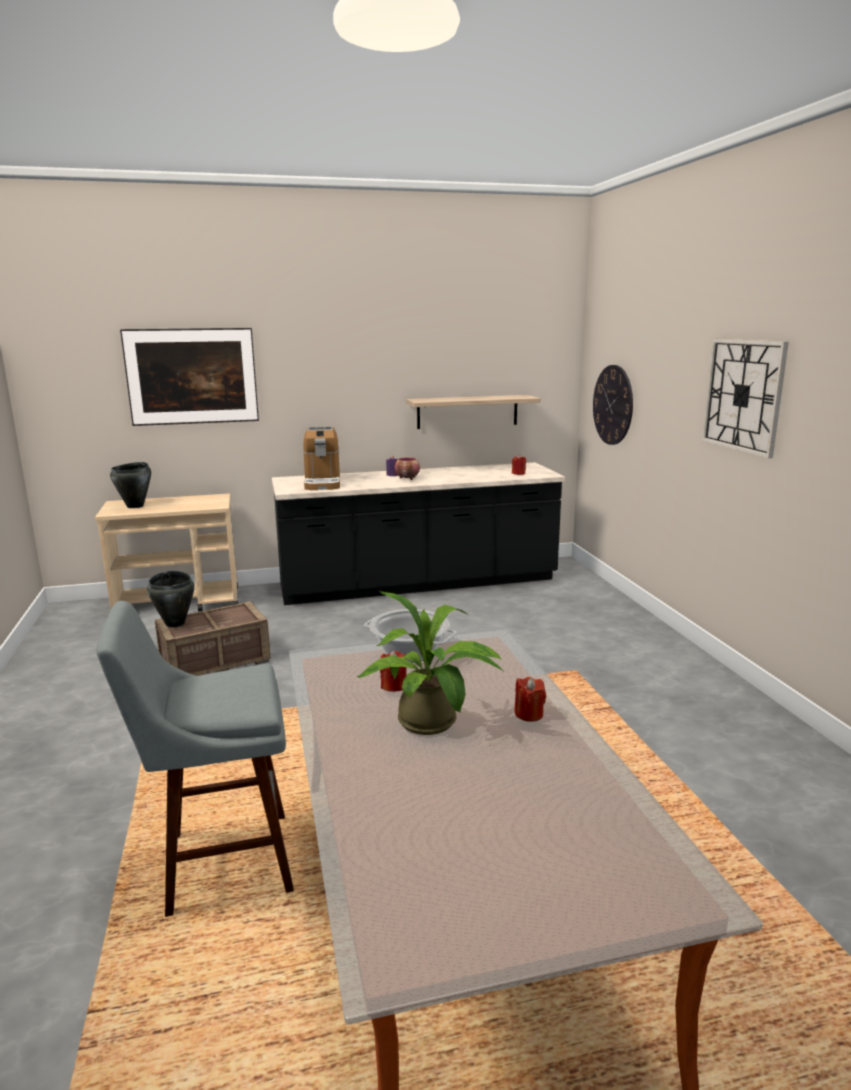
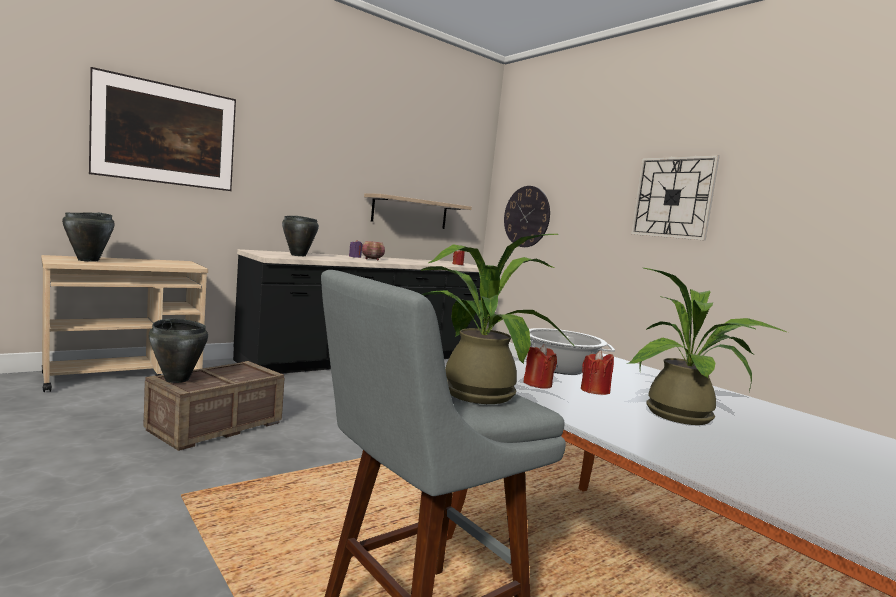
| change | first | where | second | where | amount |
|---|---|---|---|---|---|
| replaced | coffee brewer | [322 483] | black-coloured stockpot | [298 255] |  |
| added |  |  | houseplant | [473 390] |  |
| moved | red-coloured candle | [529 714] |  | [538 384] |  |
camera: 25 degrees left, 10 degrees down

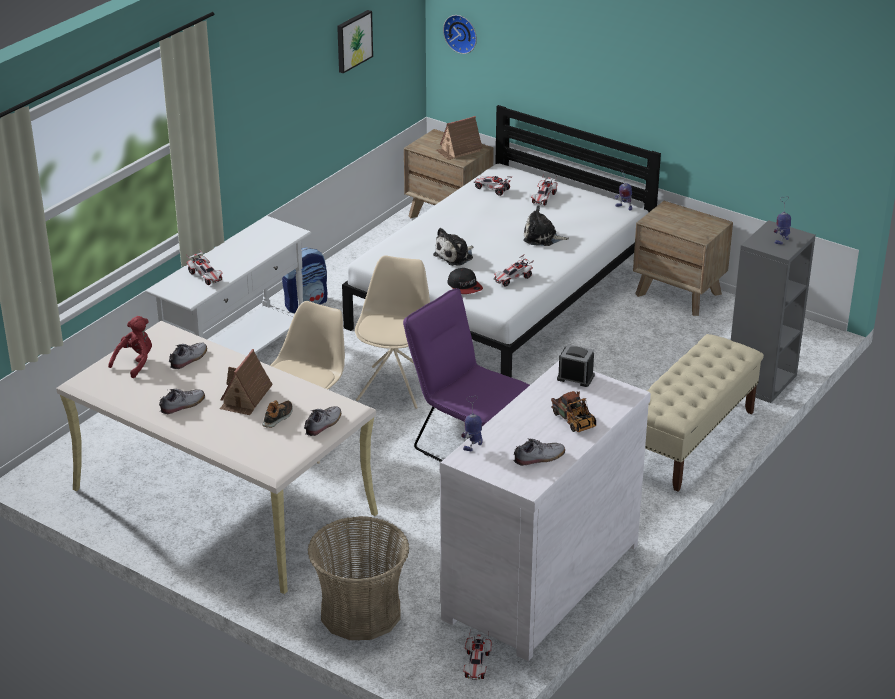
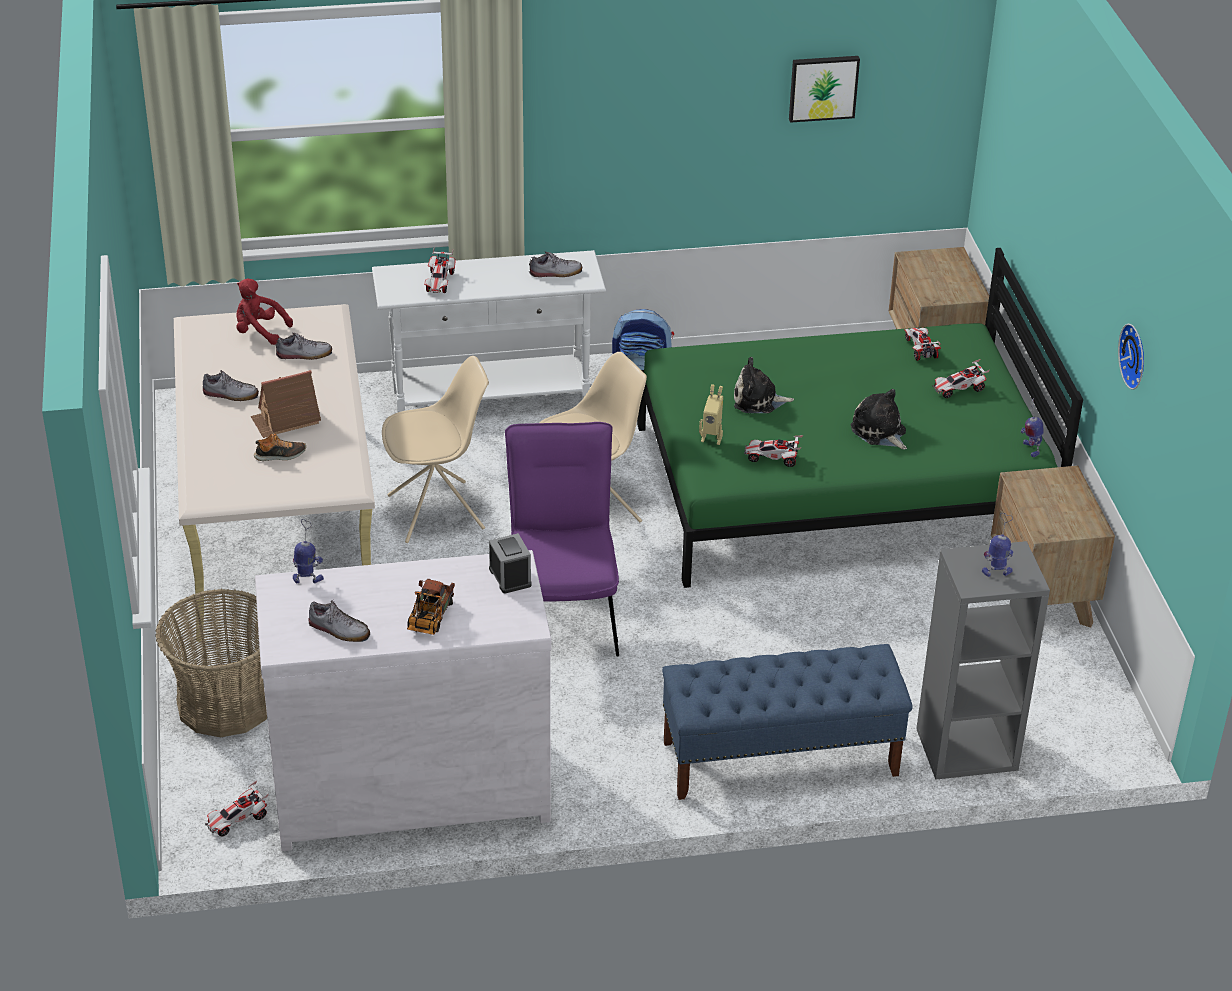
| change | first | where | second | where | amount |
|---|---|---|---|---|---|
| turned | red-coloured soft toy | [135 363] |  | [259 332] | 150 degrees counterclockwise |
| moved | low shoe | [323 424] |  | [555 272] |  |
| recoloured | white sleeping bed | [502 298] | greenish sleeping bed | [840 486] |  |
| recoloured | sand-coloured bench | [690 441] | blue bench | [779 759] |  |
| replaced | baseball cap | [465 286] | toy robot | [712 438] |  |
| moved | clock on the wall | [461 33] |  | [1136 356] |  |
| removed | model house | [459 150] |  |  |  |
camera: 45 degrees right, 5 degrees up

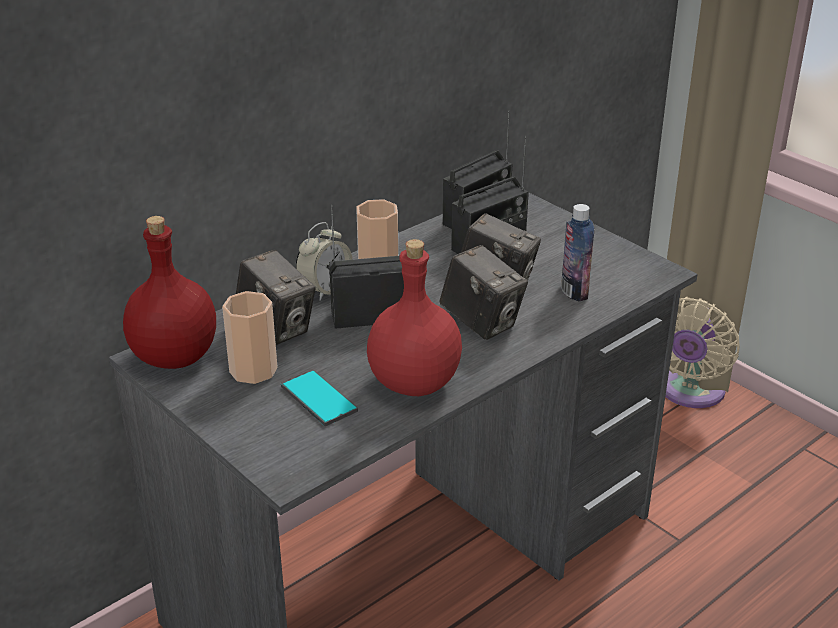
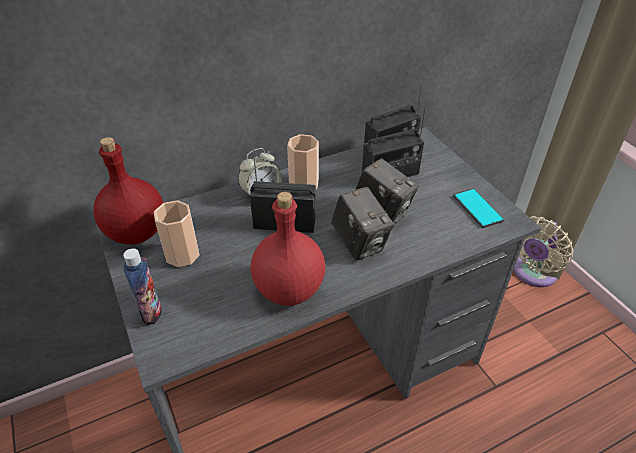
| change | first | where | second | where | amount |
|---|---|---|---|---|---|
| moved | bottle | [574 292] |  | [151 312] |  |
| moved | phone | [318 398] |  | [477 208] |  |
| removed | still camera | [276 328] |  |  |  |
camera: 15 degrees right, 10 degrees up

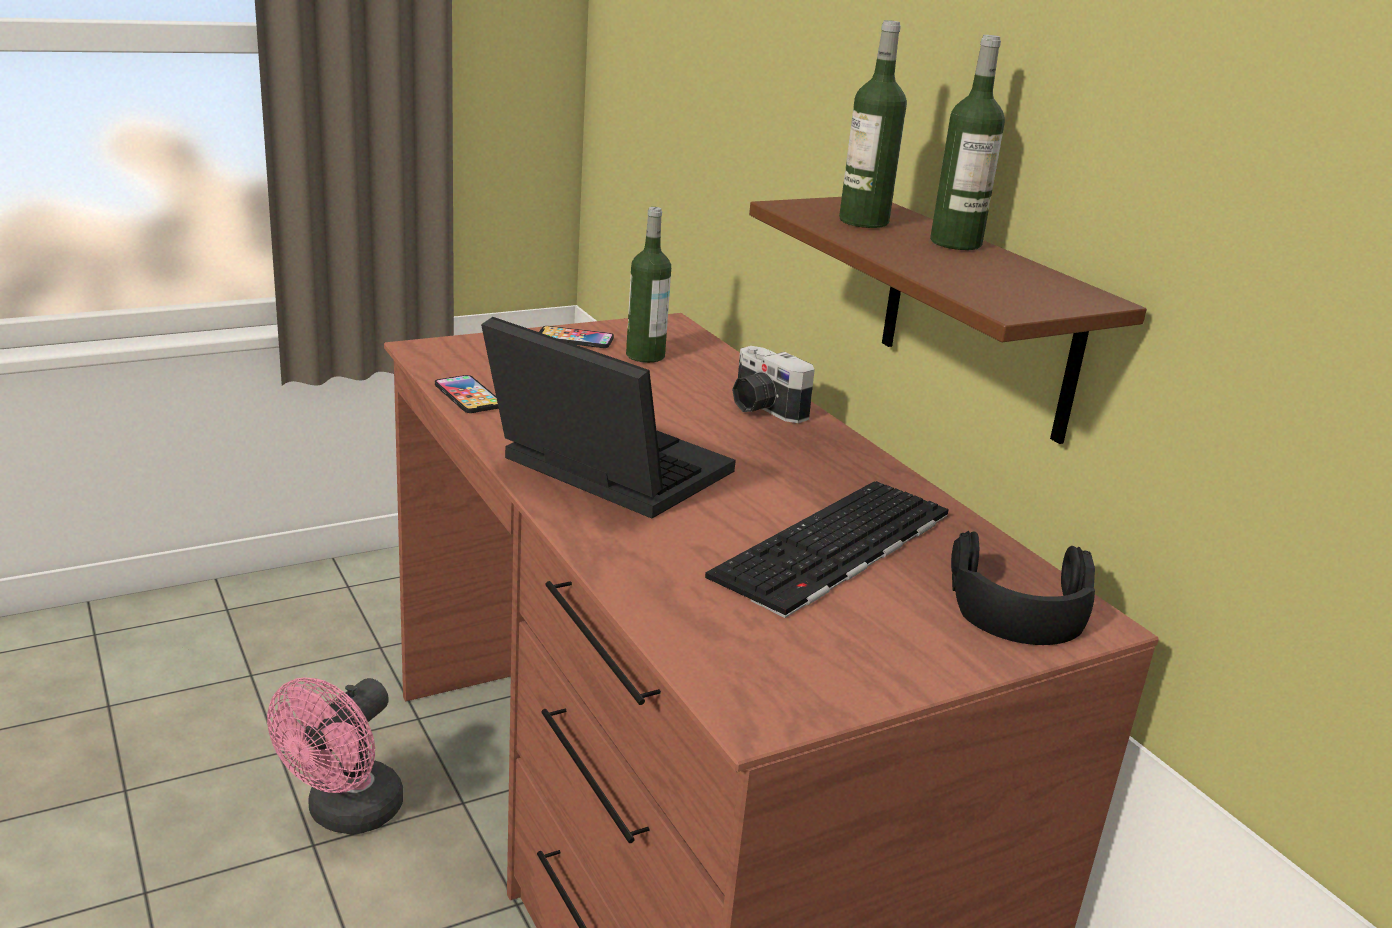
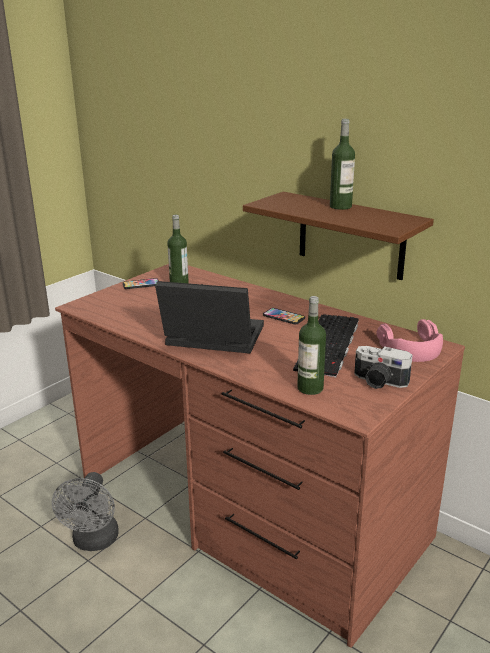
| change | first | where | second | where | amount |
|---|---|---|---|---|---|
| recoloured | pinkish fan | [346 815] | gray fan | [94 542] |  |
| moved | phone | [468 396] |  | [283 317] |  |
| moved | bottle | [863 221] |  | [310 388] |  |
| moved | still camera | [762 408] |  | [379 382] |  |
| recoloured | black-coloured headset | [1018 606] | pinkish headset | [411 348] |  |
camera: 20 degrees left, 0 degrees up

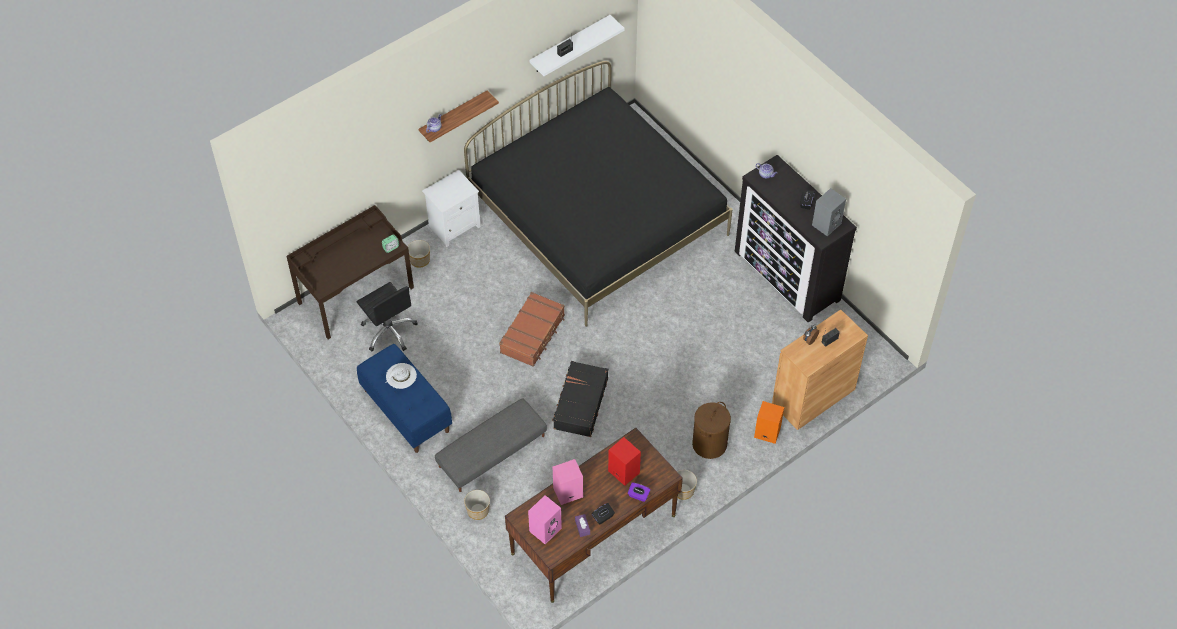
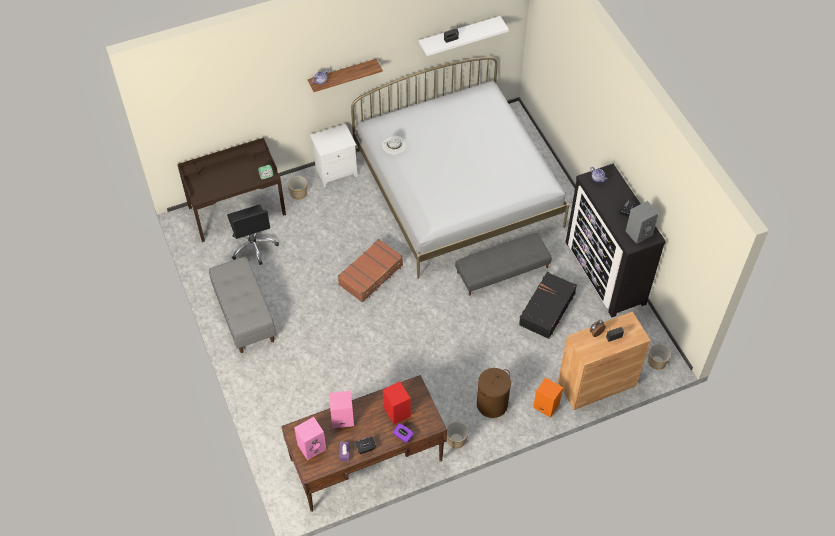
| change | first | where | second | where | amount |
|---|---|---|---|---|---|
| recoloured | blue bench | [405 410] | gray bench | [244 315] |  |
| recoloured | black-coloured sleeping bed | [598 218] | white sleeping bed | [457 190] |  |
| moved | white wearable hat | [401 376] |  | [393 145] |  |
| moved | gray ottoman | [491 451] |  | [502 270] |  |
| moved | black-coloured piece of luggage | [580 404] |  | [546 309] |  |
| moved | plant pot | [478 511] |  | [657 362] |  |
camera: 15 degrees right, 0 degrees up

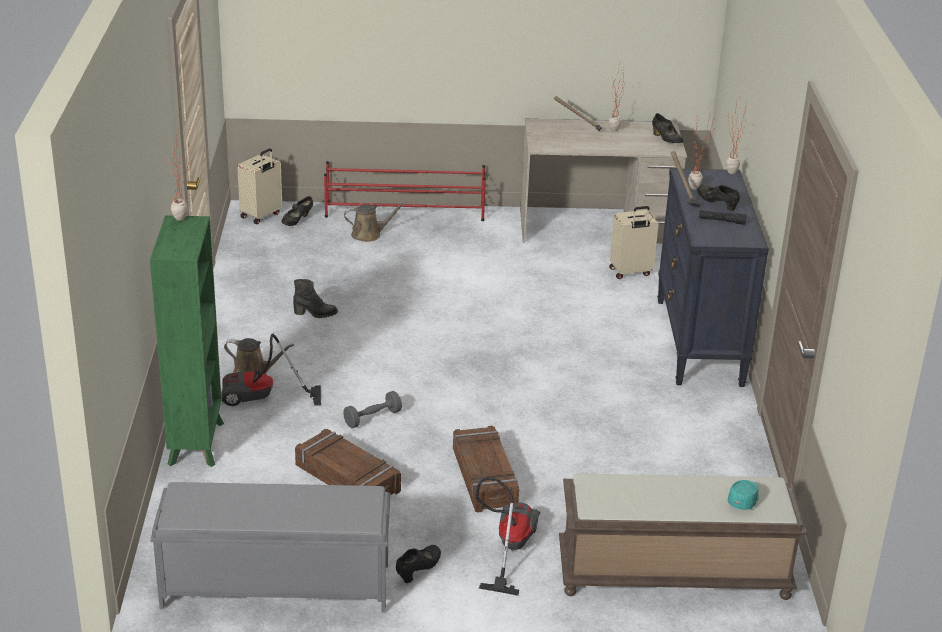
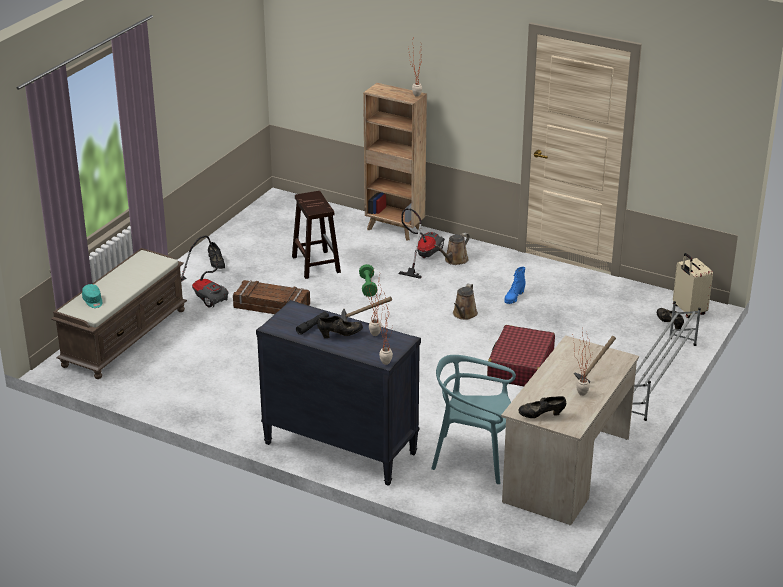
| change | first | where | second | where | amount |
|---|---|---|---|---|---|
| replaced | shipping crate | [347 479] | brownish sitting stool | [315 264] |  |
| recoloured | gray dumbbell | [372 418] | greenish dumbbell | [368 286] |  |
| recoloured | greenish shelving unit | [197 442] | brownish shelving unit | [395 229] |  |
| replaced | sand-coloured piece of luggage | [630 272] | turquoise plain chair | [473 457] |  |
| moved | brownish watering pot | [369 234] |  | [464 314] |  |
| added |  |  | red-coloured piece of luggage | [520 367] |  |
| recoloured | black-coloured tall boot | [315 314] | blue tall boot | [514 297] |  |
| recoloured | red-coloured shoe stand | [405 212] | gray shoe stand | [657 377] |  |
| removed | gray bench | [274 585] |  |  |  |
camera: 120 degrees right, 0 degrees up

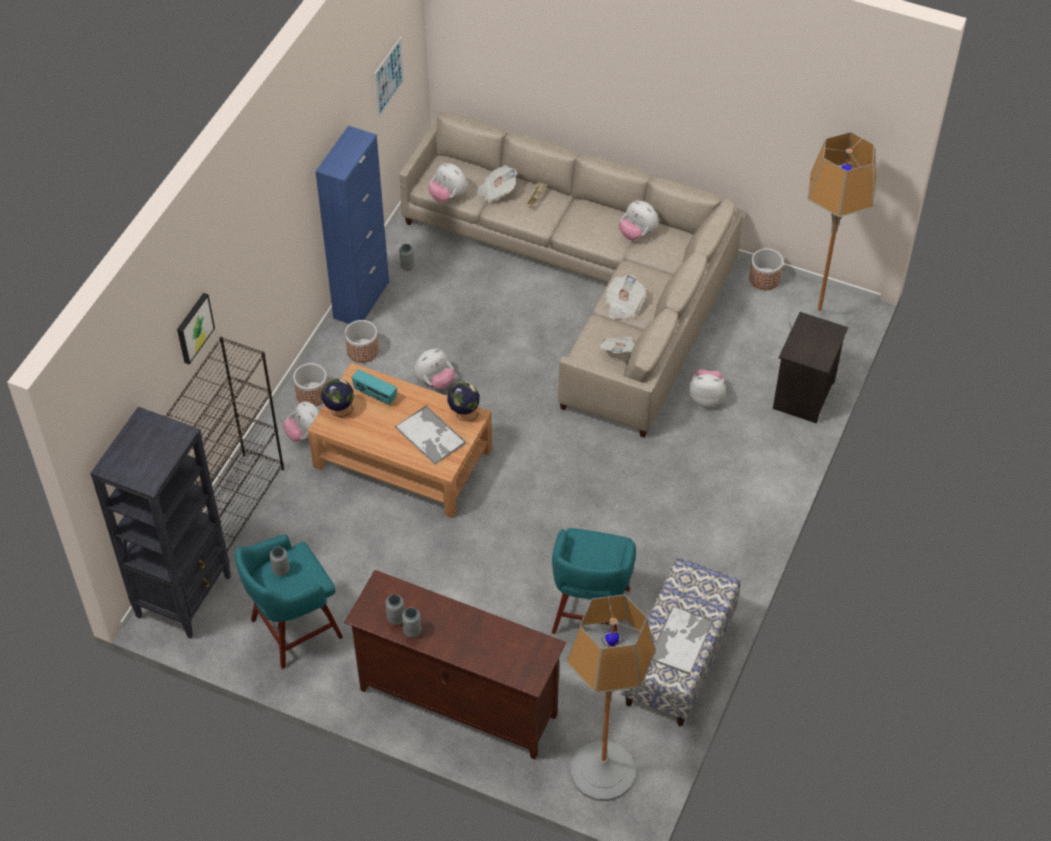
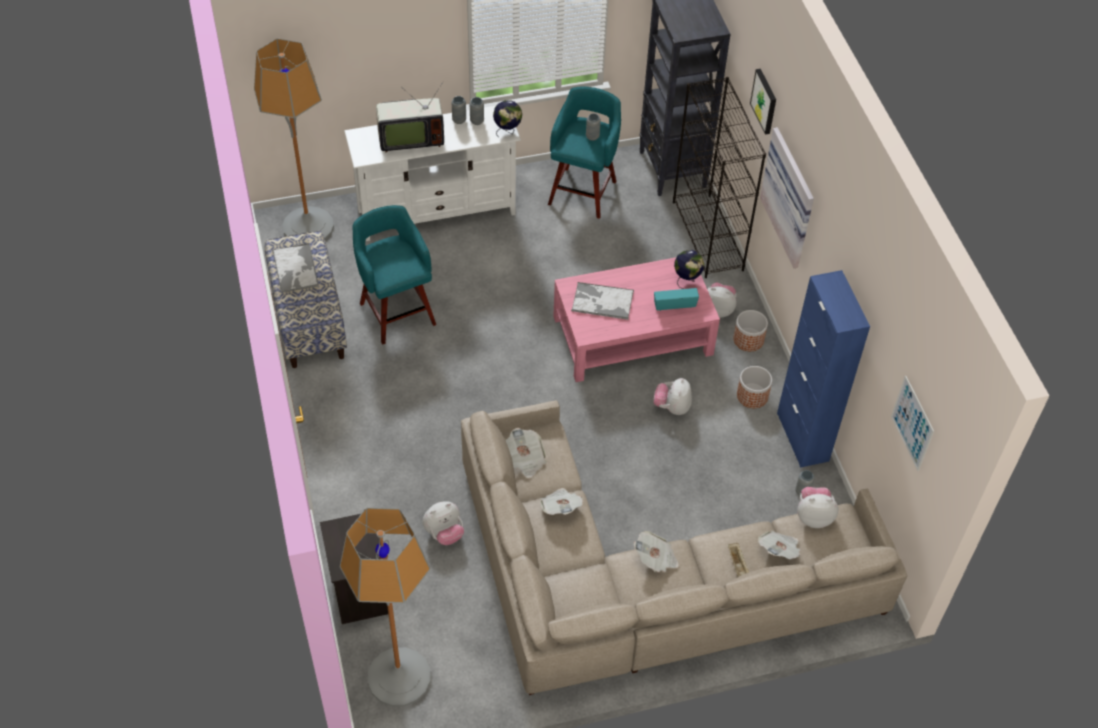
| change | first | where | second | where | amount |
|---|---|---|---|---|---|
| recoloured | brownish tv stand | [457 702] | white tv stand | [437 211] |  |
| added |  |  | TV set | [410 139] |  |
| moved | world globe | [464 413] |  | [507 131] |  |
| recoloured | brownish coffee table | [404 458] | pinkish coffee table | [632 336] |  |
| added |  |  | daily paper | [656 559] |  |
| added |  |  | wall picture | [791 197] |  |
| removed | soft toy | [637 233] |  |  |  |
| removed | plant pot | [764 279] |  |  |  |
camera: 140 degrees right, 0 degrees up

